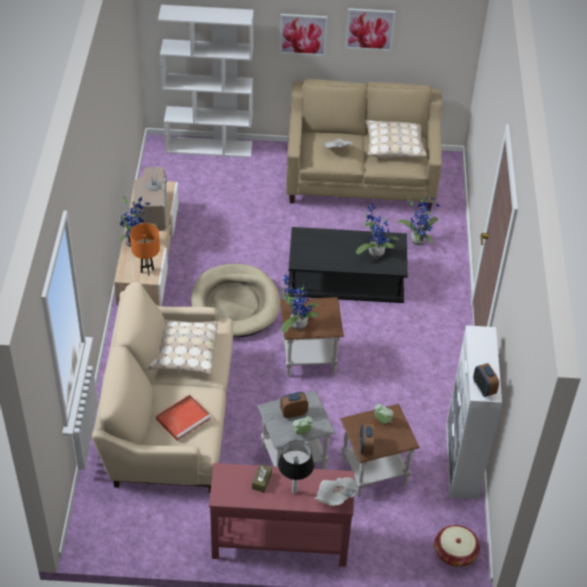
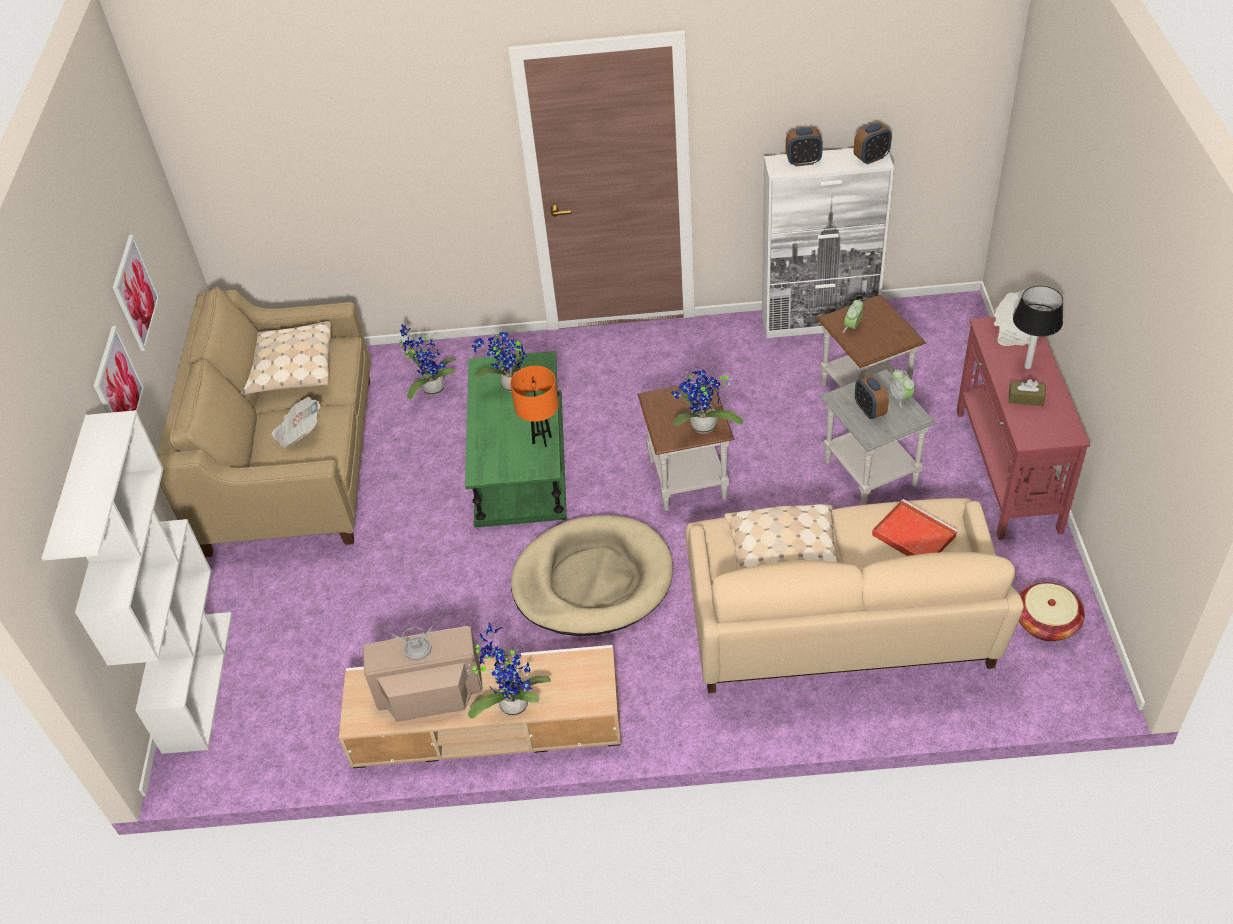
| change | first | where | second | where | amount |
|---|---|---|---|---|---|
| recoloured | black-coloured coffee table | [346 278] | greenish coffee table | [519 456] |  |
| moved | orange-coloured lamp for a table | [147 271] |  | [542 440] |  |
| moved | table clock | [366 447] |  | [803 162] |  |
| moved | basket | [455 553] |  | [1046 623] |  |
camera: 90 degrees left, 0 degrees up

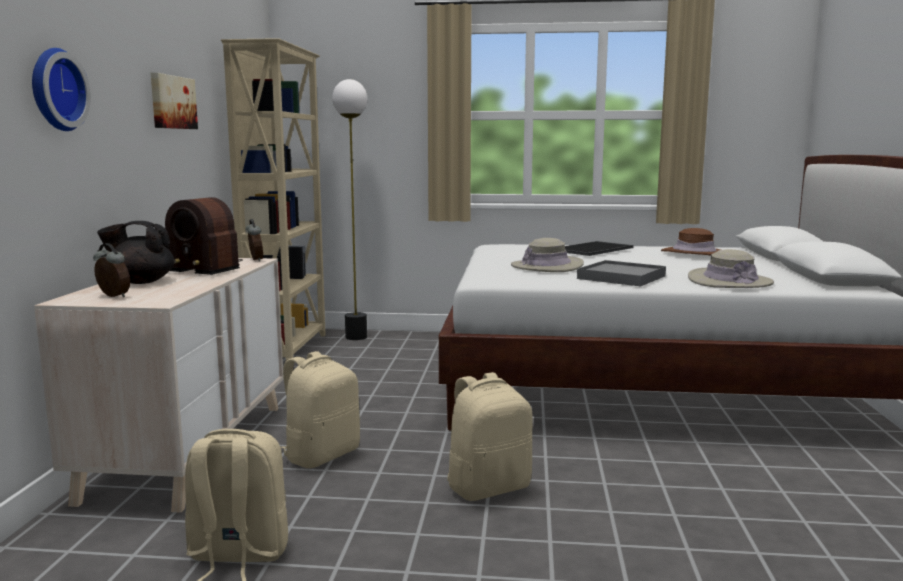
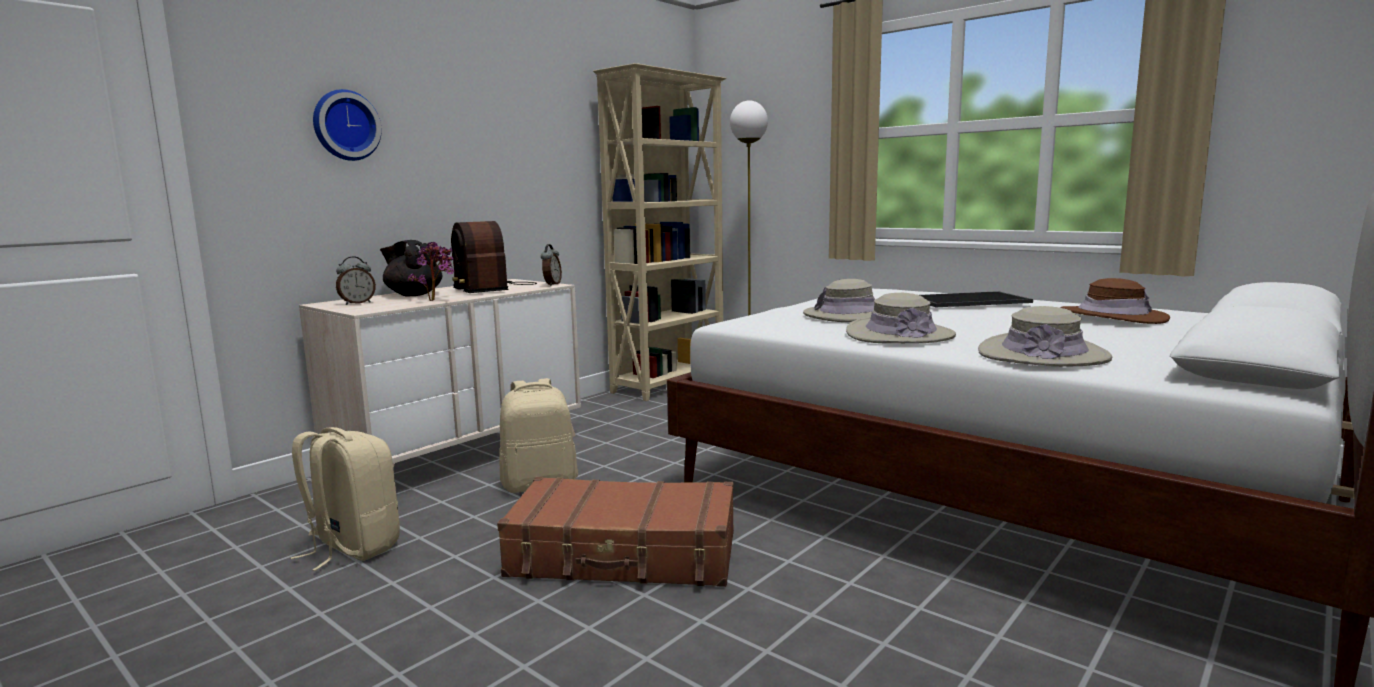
| change | first | where | second | where | amount |
|---|---|---|---|---|---|
| turned | table clock | [112 296] |  | [357 303] | 75 degrees clockwise |
| added |  |  | houseplant | [436 300] |  |
| replaced | sand-coloured knapsack | [488 487] | brownish piece of luggage | [624 555] |  |
| replaced | gray serving tray | [621 277] | sand-coloured wearable hat | [899 334] |  |
| removed | wall picture | [172 102] |  |  |  |
camera: 35 degrees right, 0 degrees up

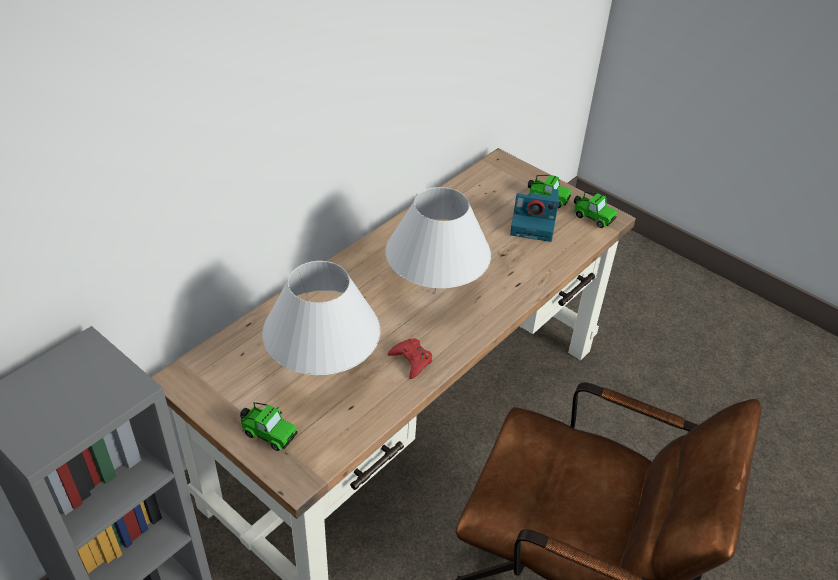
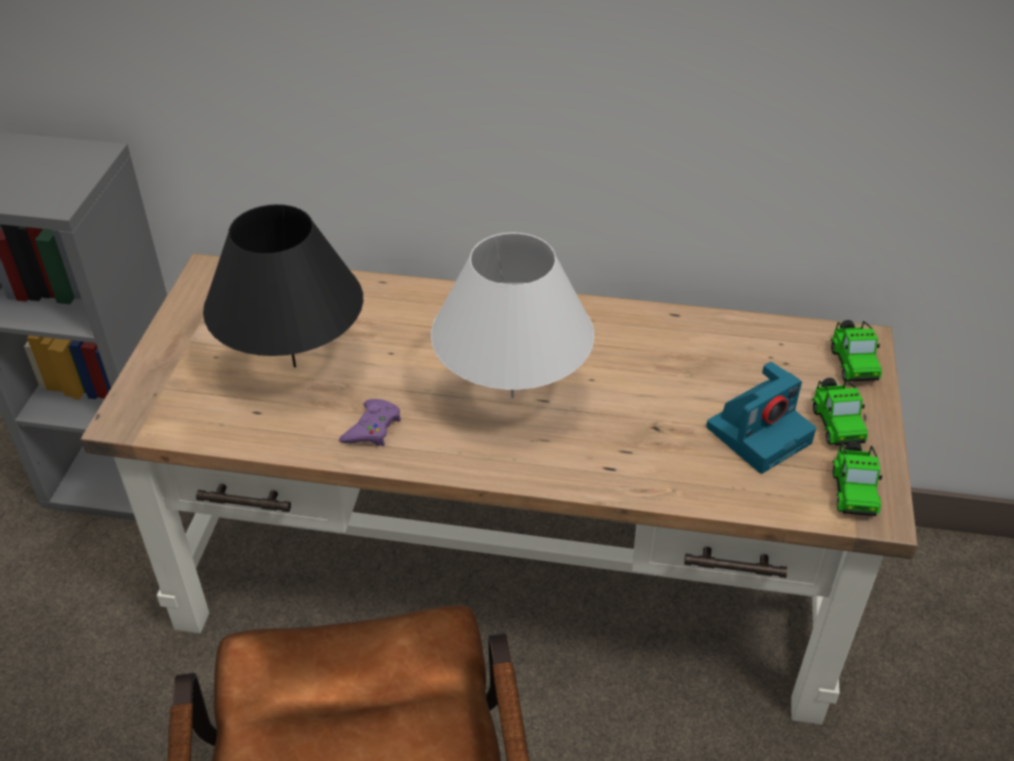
| change | first | where | second | where | amount |
|---|---|---|---|---|---|
| recoloured | white lamp for a table | [324 372] | black-coloured lamp for a table | [295 366] |  |
| recoloured | red-coloured joypad | [411 360] | purplish joypad | [372 428] |  |
| turned | still camera | [534 224] |  | [759 433] | 105 degrees counterclockwise |
| moved | toy car | [267 433] |  | [852 363] |  |
camera: 60 degrees right, 0 degrees up

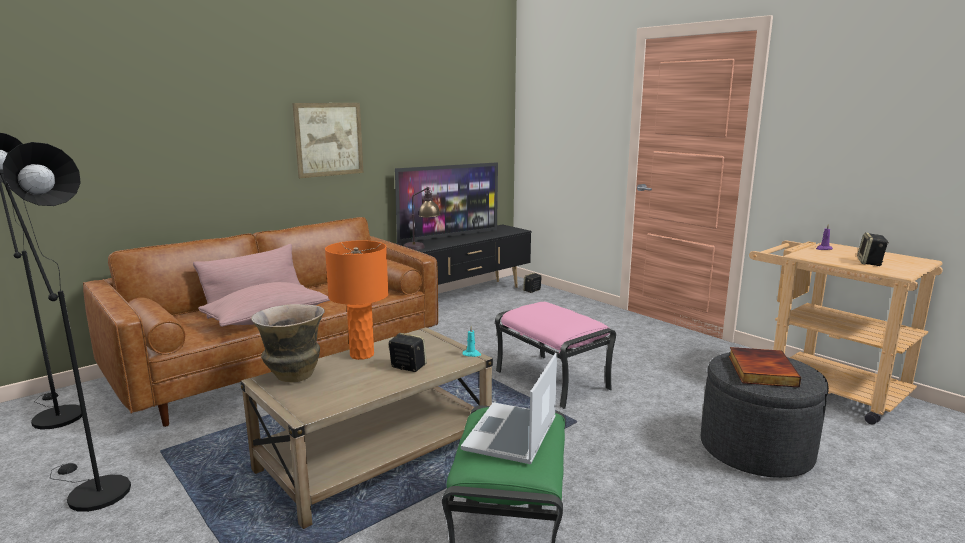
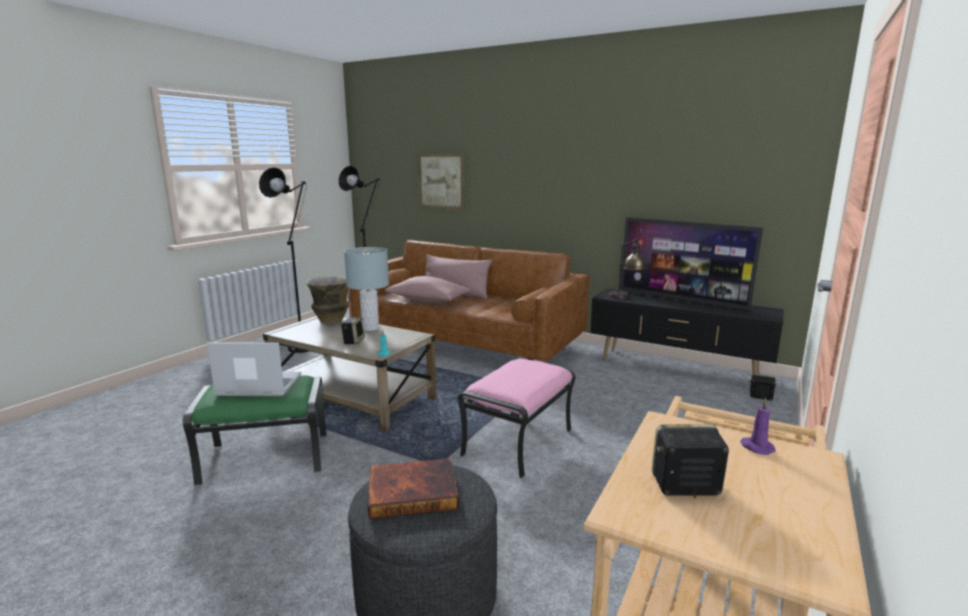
| change | first | where | second | where | amount |
|---|---|---|---|---|---|
| recoloured | orange-coloured lamp for a table | [362 355] | gray lamp for a table | [370 328] |  |
| moved | wall picture | [329 139] |  | [441 181] |  |
camera: 70 degrees right, 0 degrees up

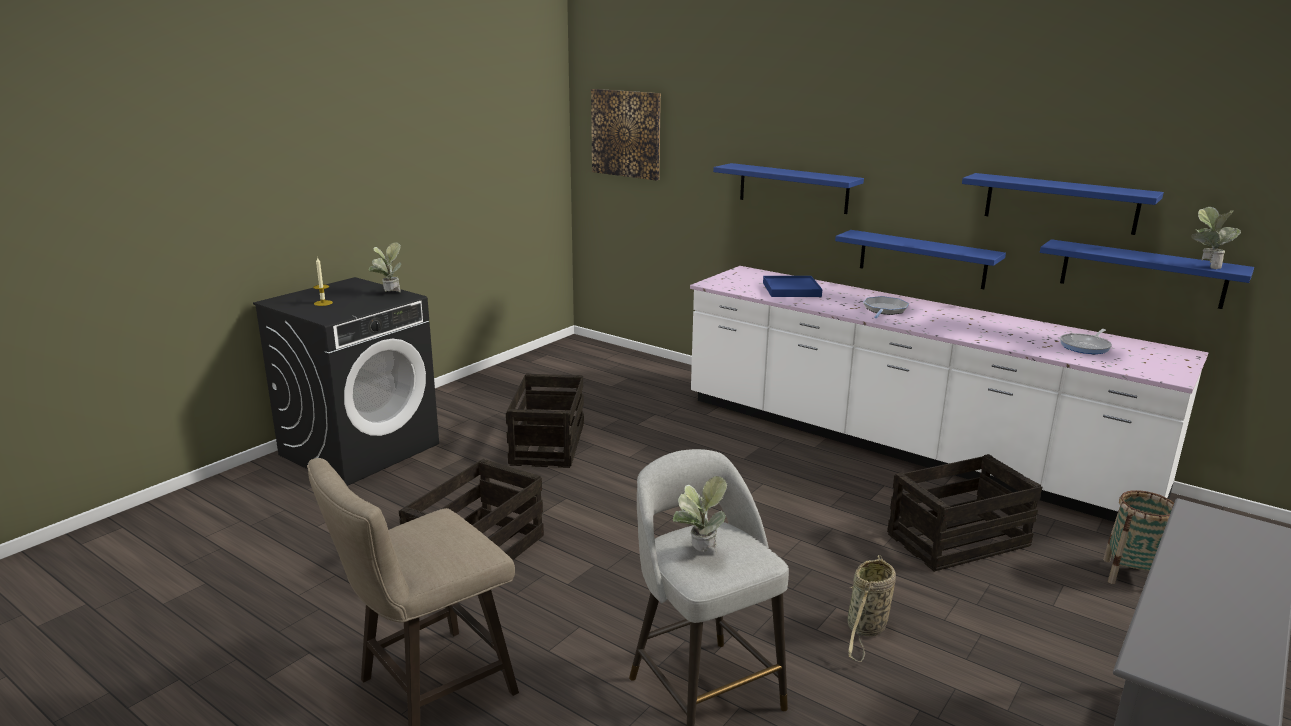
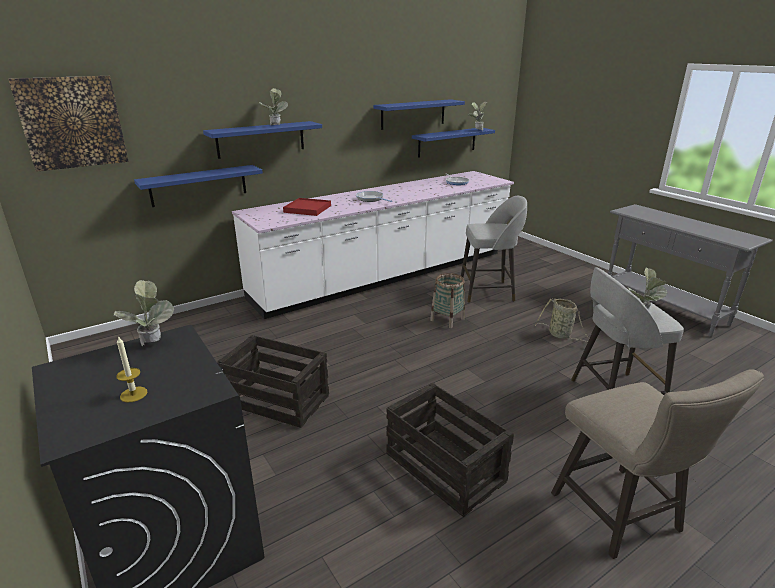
| change | first | where | second | where | amount |
|---|---|---|---|---|---|
| moved | blue bracket shelf | [922 259] |  | [198 185] |  |
| added |  |  | houseplant | [275 126] |  |
| recoloured | blue serving tray | [791 290] | red-coloured serving tray | [307 209] |  |
| moved | basket | [1131 575] |  | [447 319] |  |
| replaced | shipping crate | [957 540] | gray sitting stool | [488 291] |  |
camera: 70 degrees left, 5 degrees up

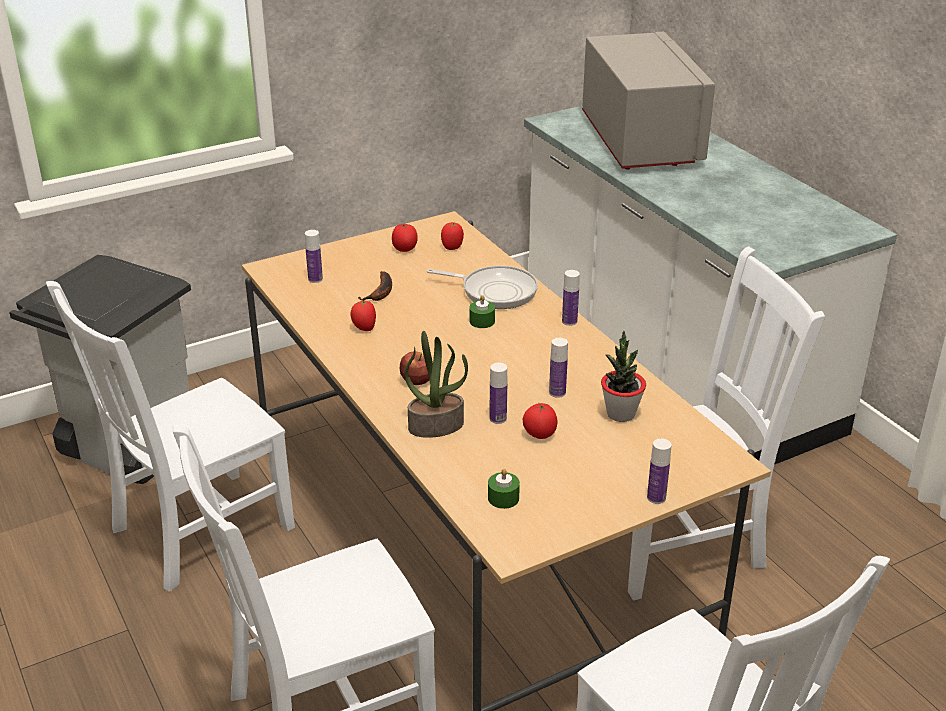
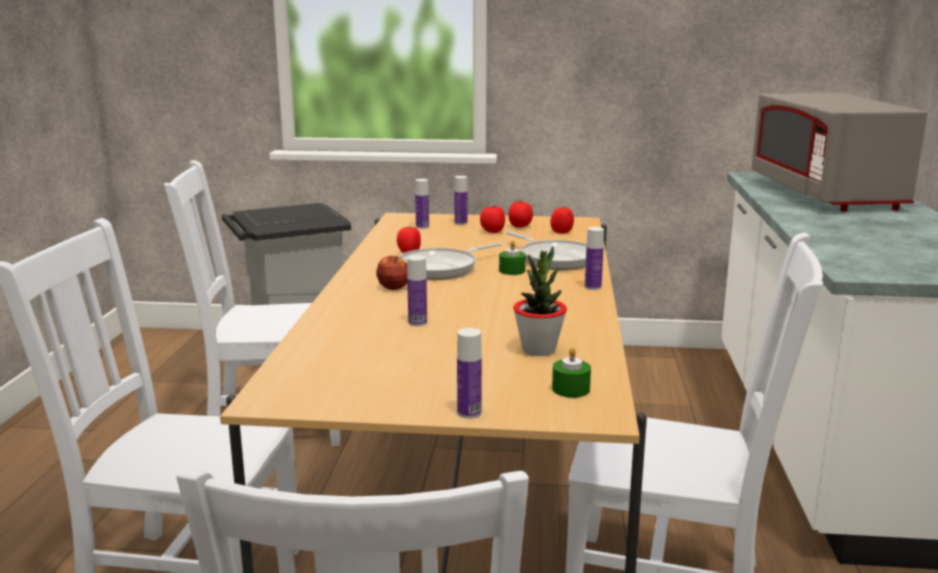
| change | first | where | second | where | amount |
|---|---|---|---|---|---|
| added |  |  | pan | [441 268] |  |
| moved | bottle | [557 392] |  | [461 223] |  |
| moved | tomato | [539 434] |  | [492 232] |  |
| moved | greenish candle | [503 498] |  | [570 389] |  |
| turned | gray microwave oven | [640 141] |  | [824 194] | 150 degrees clockwise |
| removed | whole banana | [381 292] |  |  |  |
| removed | houseplant | [436 425] |  |  |  |
camera: 35 degrees right, 15 degrees down

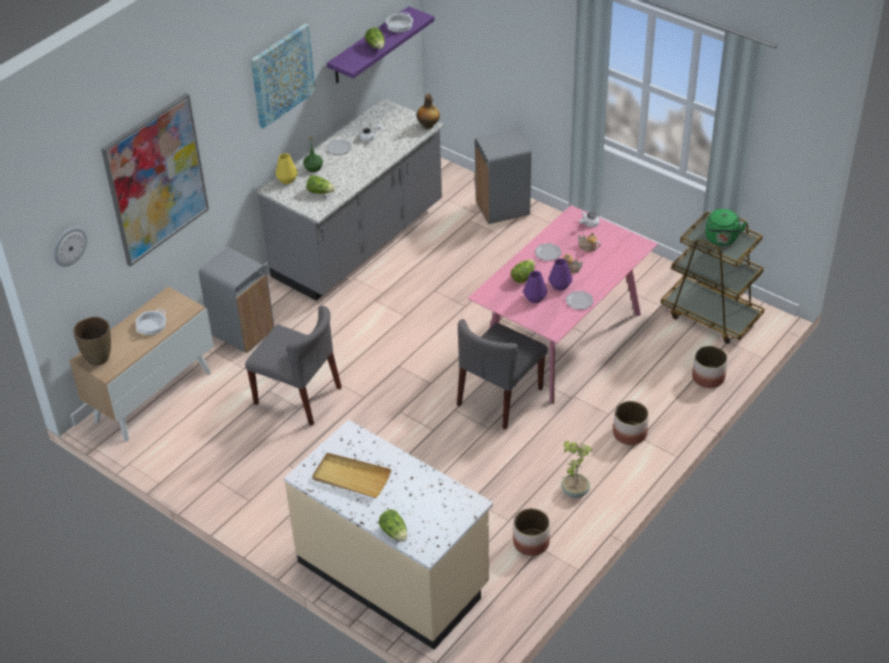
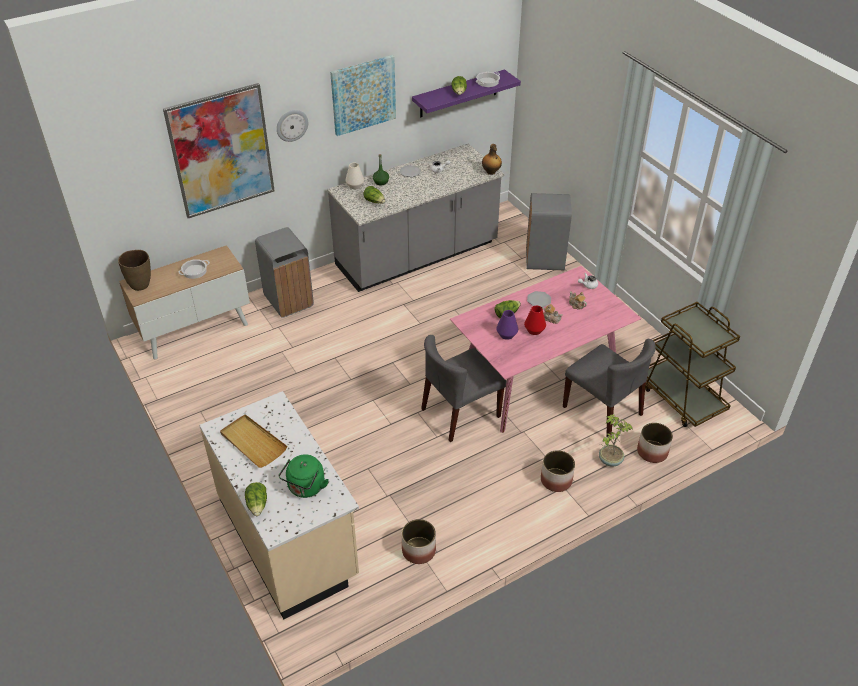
| change | first | where | second | where | amount |
|---|---|---|---|---|---|
| moved | clock on the wall | [69 246] |  | [292 125] |  |
| moved | greenish water kettle | [721 239] |  | [305 488] |  |
| recoloured | yellowish flower vase | [287 179] | white flower vase | [355 186] |  |
| recoloured | purplish flower vase | [560 285] | red-coloured flower vase | [534 330] |  |
| moved | gray plain chair | [298 396] |  | [603 411] |  |
| moved | houseplant | [574 491] |  | [609 460] |  |
| removed | dinner plate | [579 301] |  |  |  |
camera: 20 degrees right, 0 degrees up

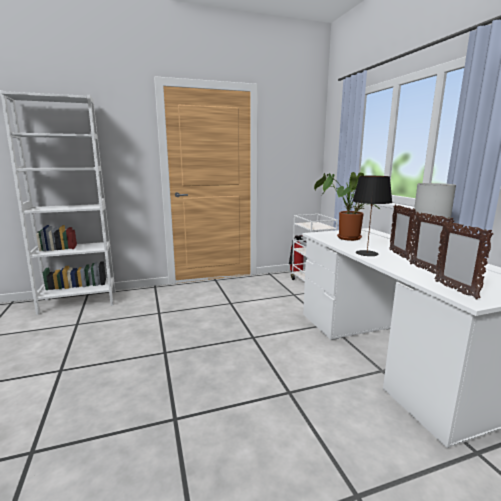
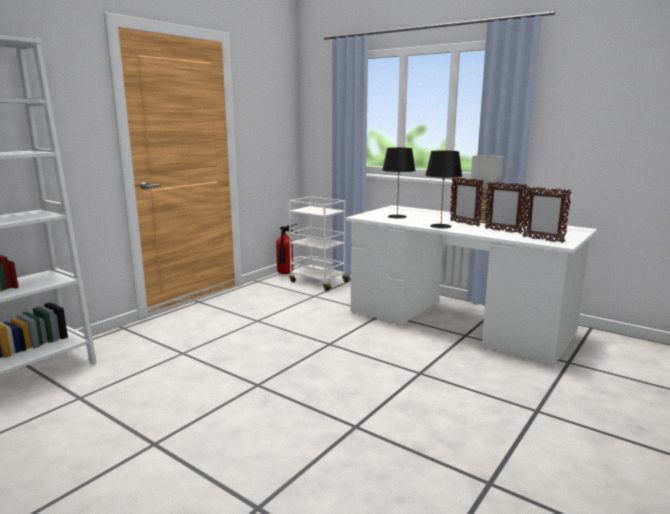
| change | first | where | second | where | amount |
|---|---|---|---|---|---|
| replaced | houseplant | [346 238] | black-coloured lamp for a table | [396 216] |  |
camera: 35 degrees left, 0 degrees up

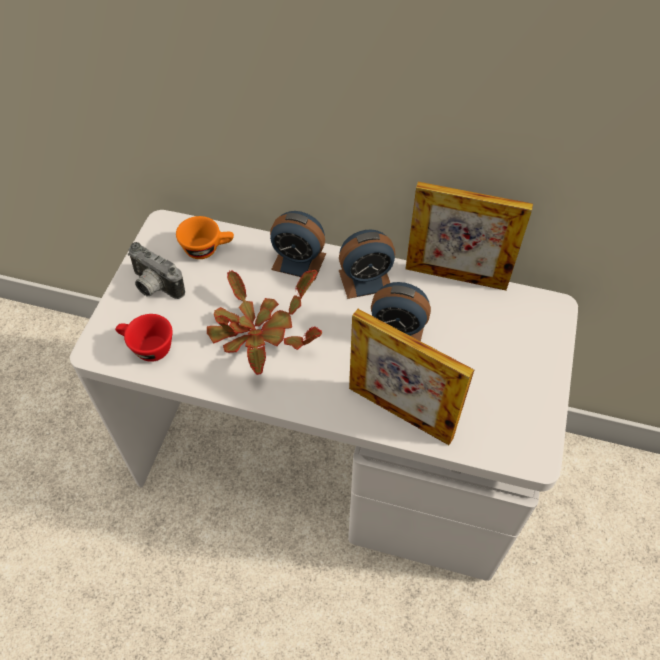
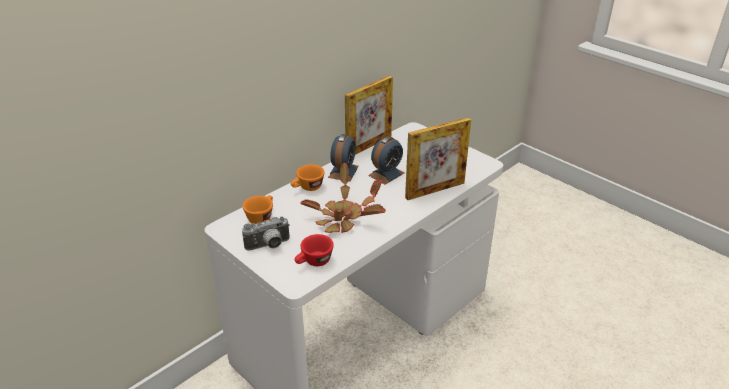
| change | first | where | second | where | amount |
|---|---|---|---|---|---|
| replaced | table clock | [298 261] | orange-coloured cup | [307 188] |  |
camera: 60 degrees left, 20 degrees down

